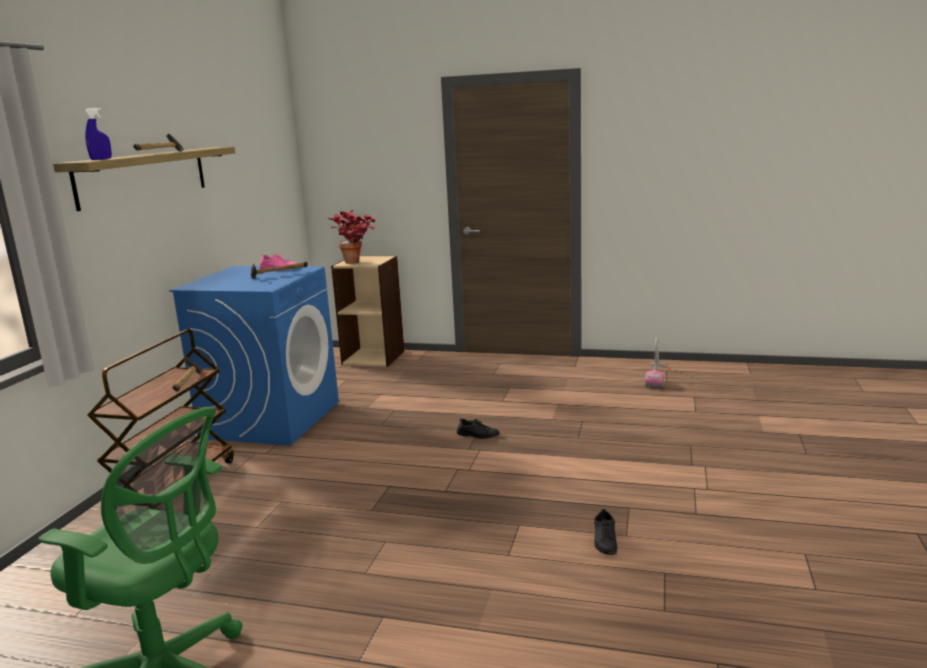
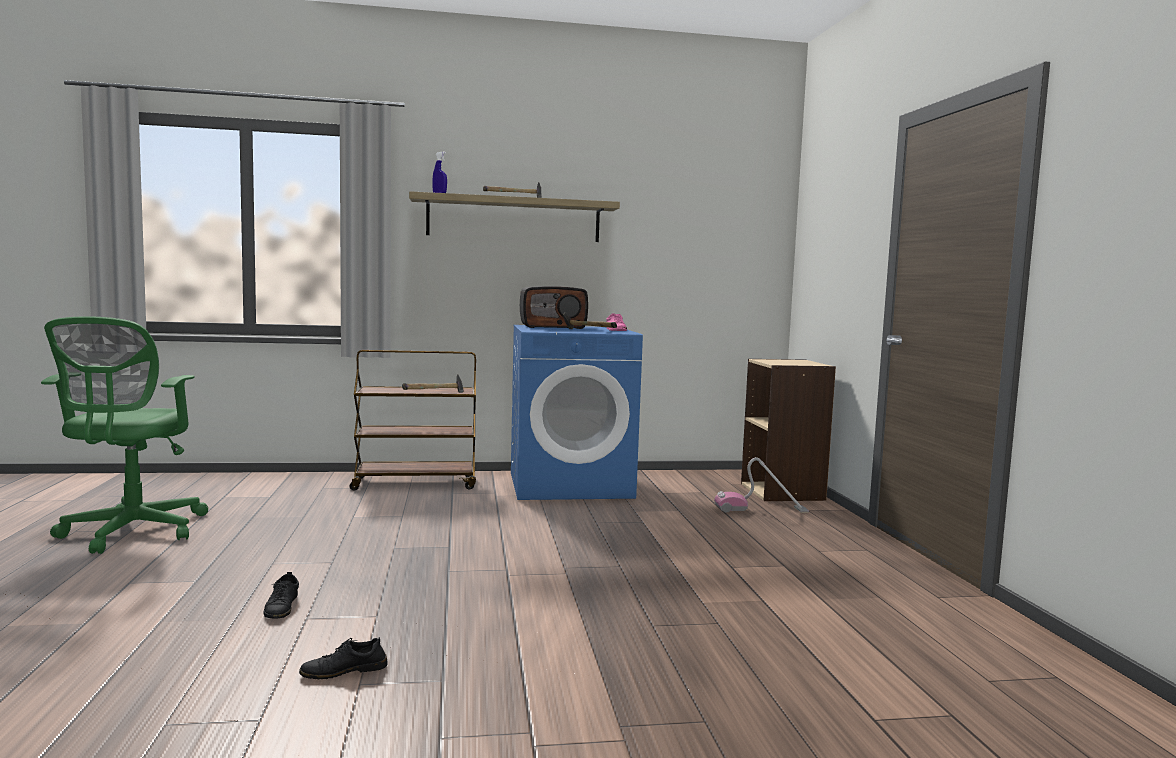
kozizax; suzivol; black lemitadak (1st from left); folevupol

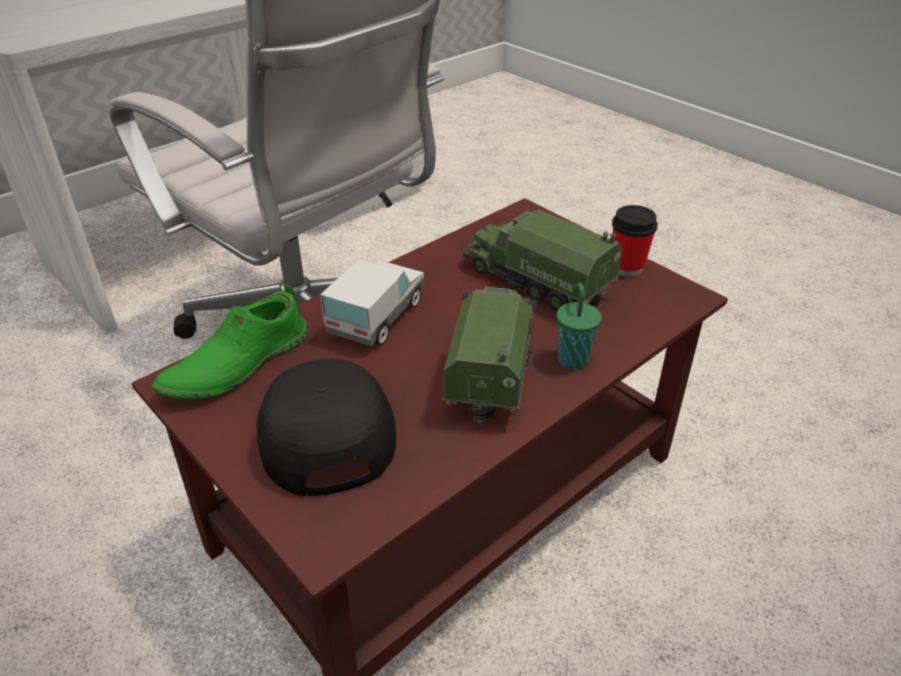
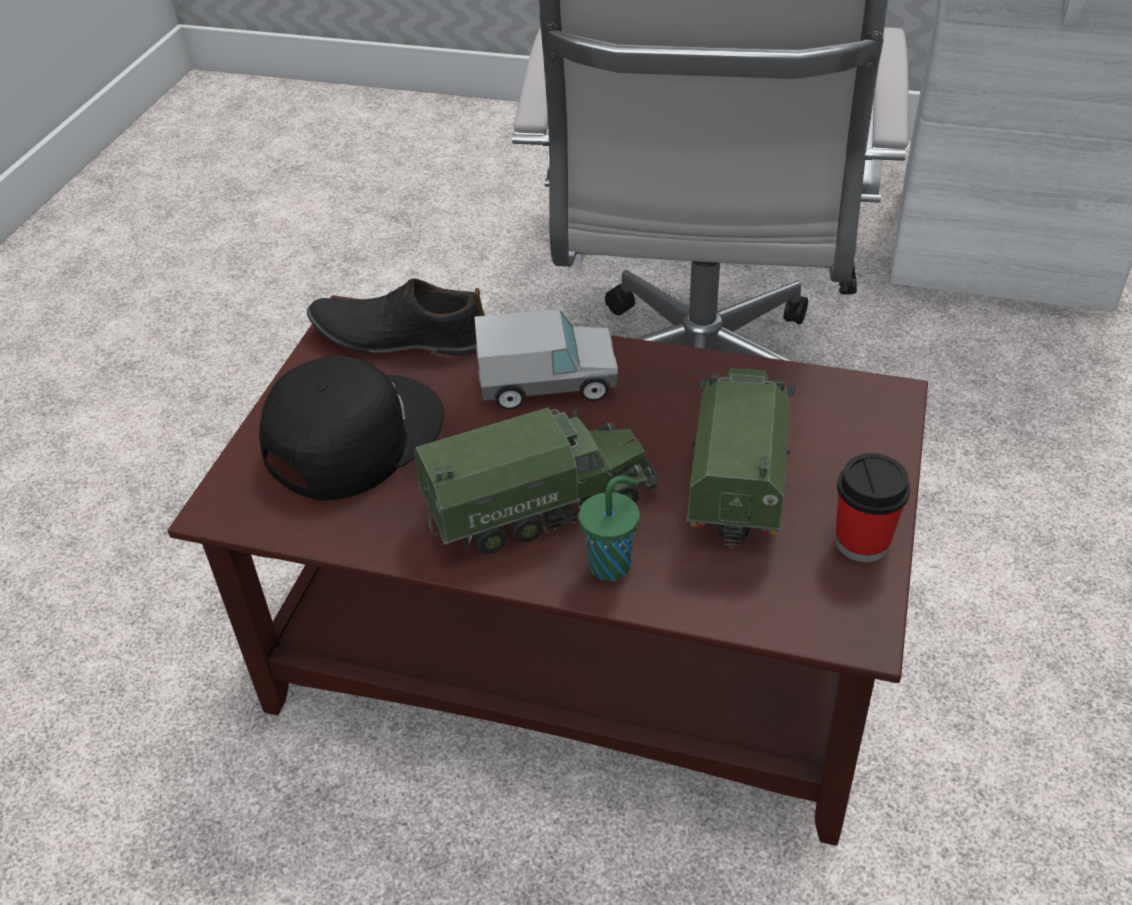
black lemitadak

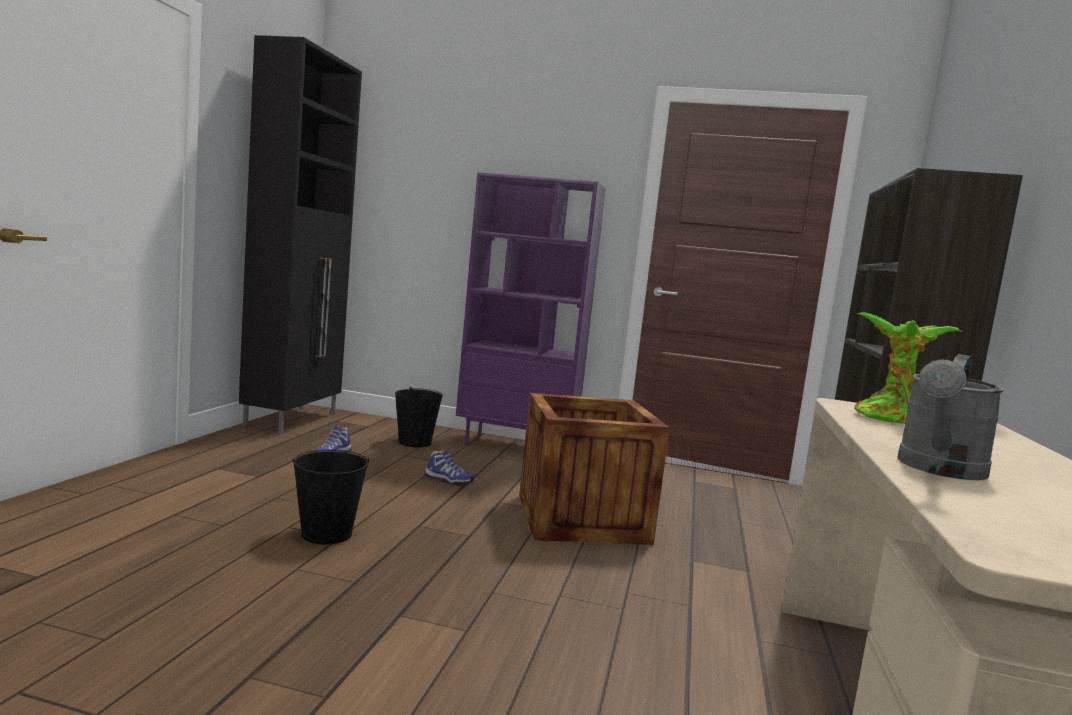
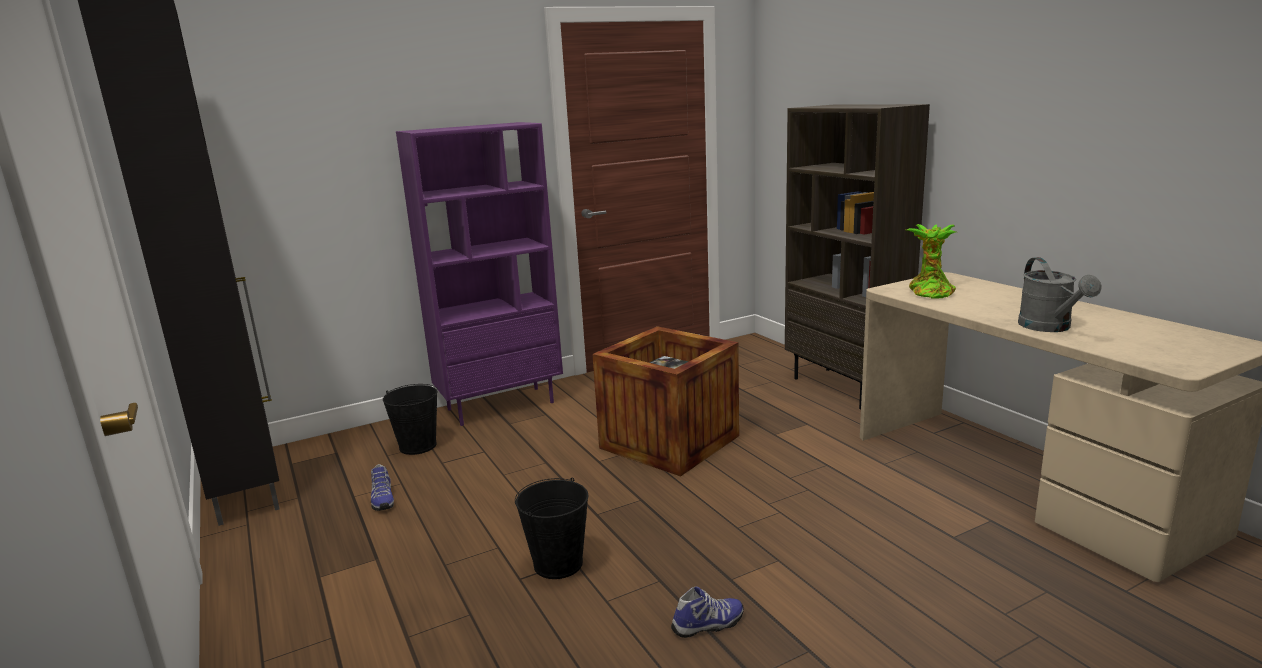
lemitadak (2nd from left)

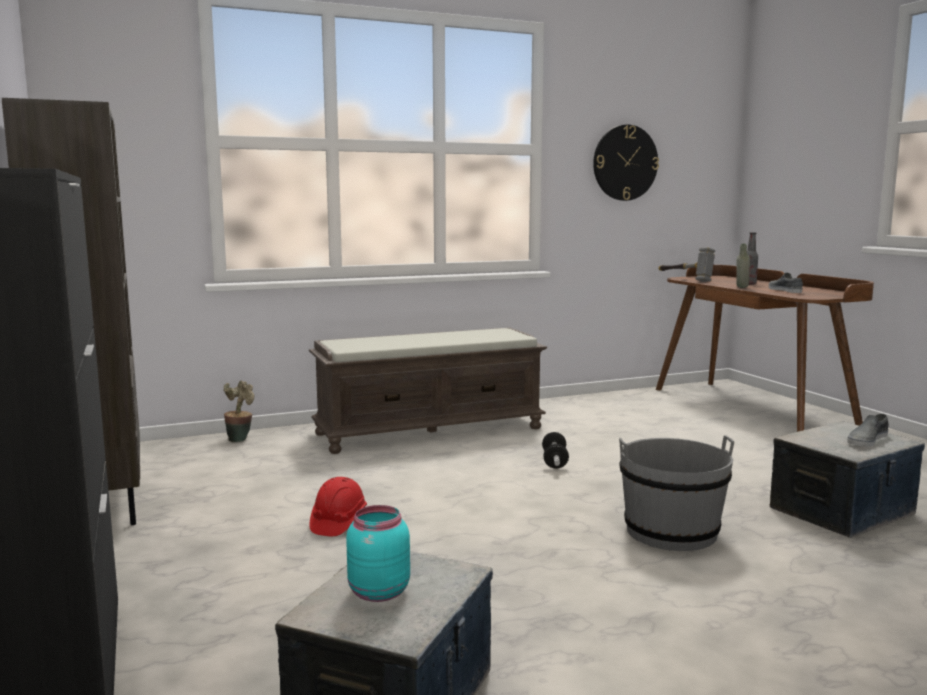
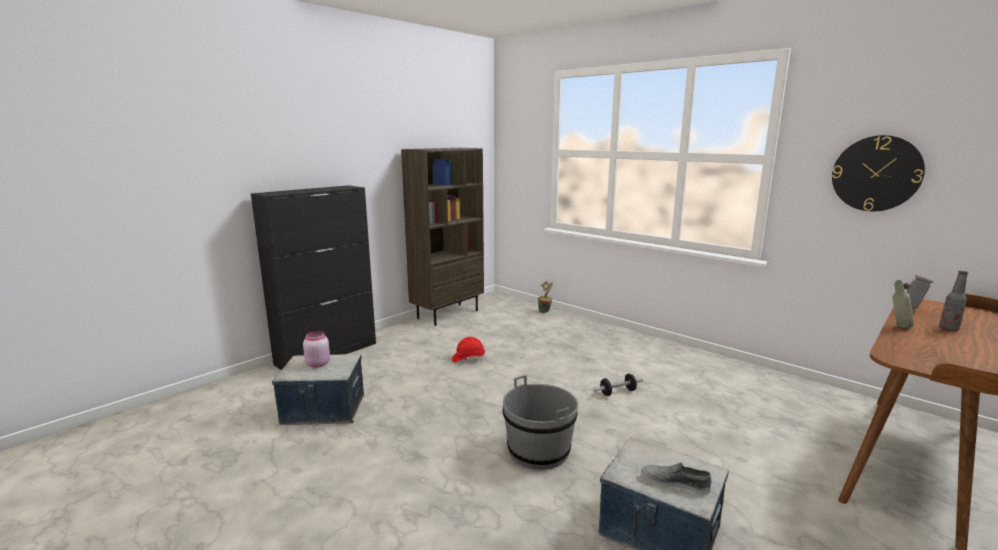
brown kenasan; grey lemitadak (1st from left in the first image); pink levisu

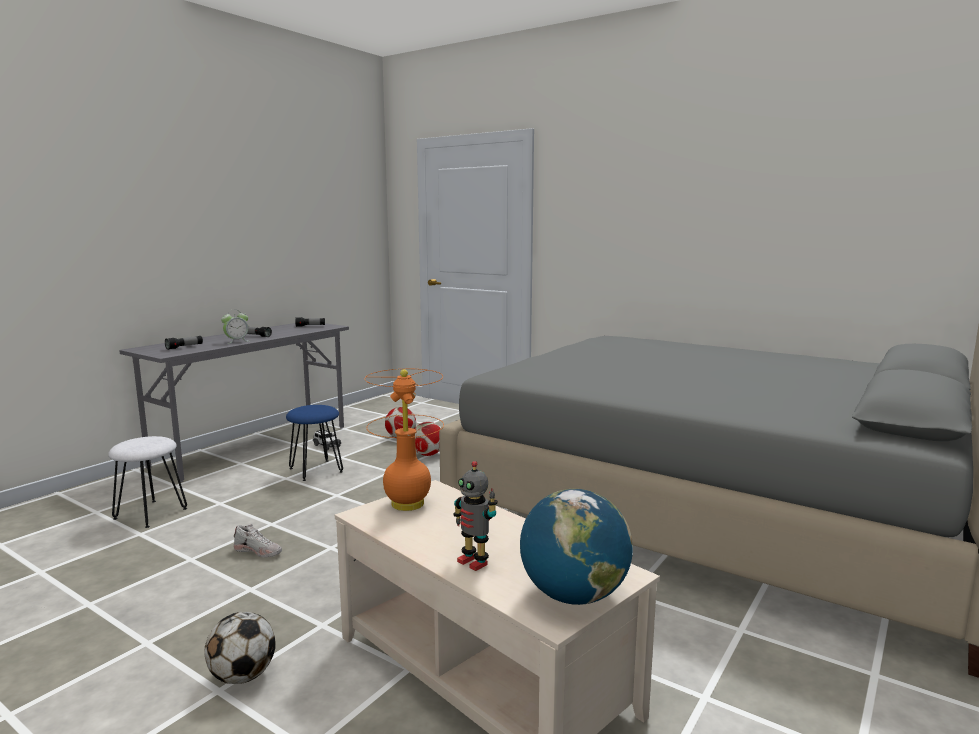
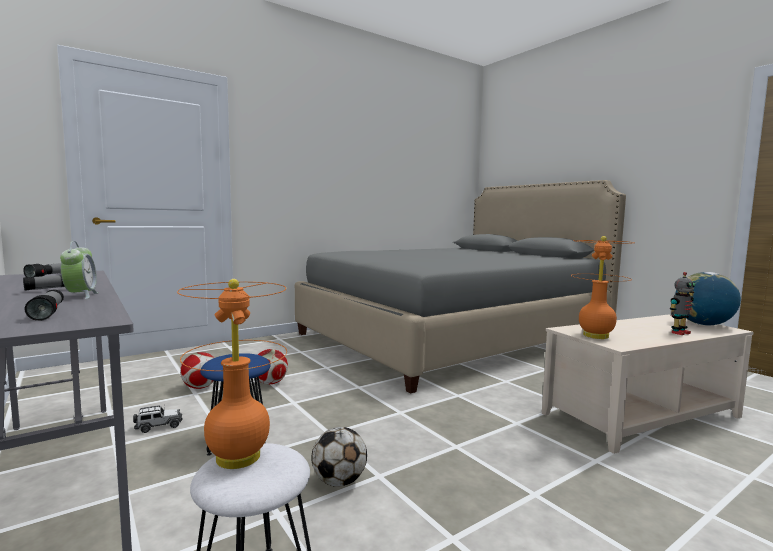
white lemitadak; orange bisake (1st from left); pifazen (3rd from left)

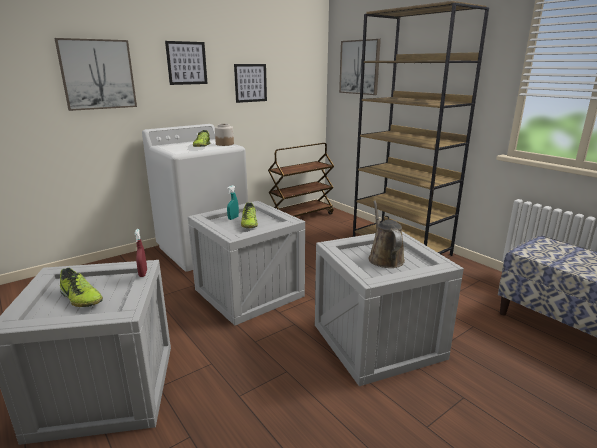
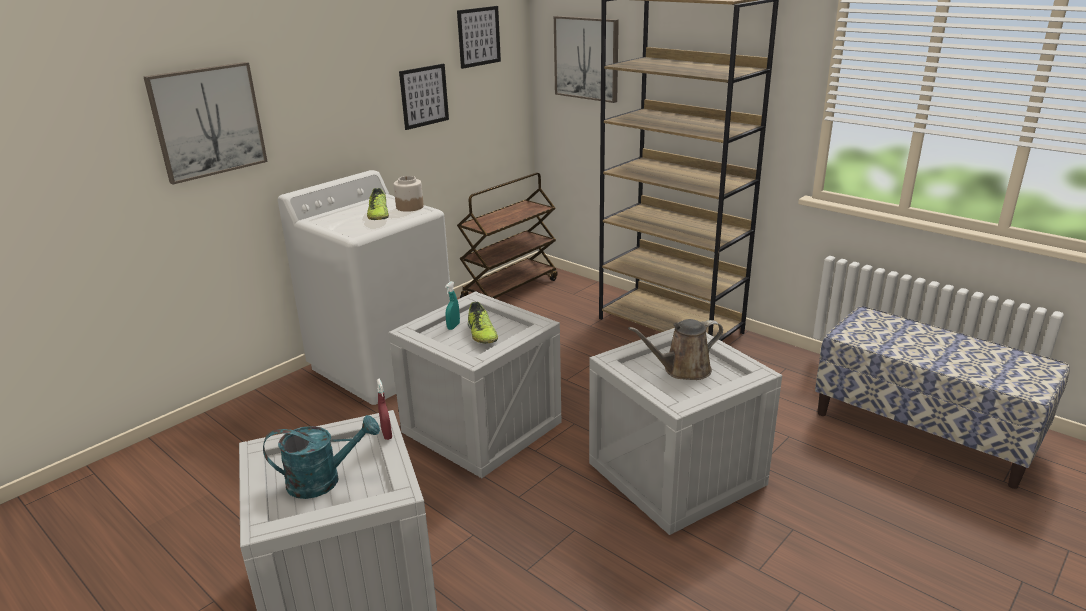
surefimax (3rd from left); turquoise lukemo; brown lukemo

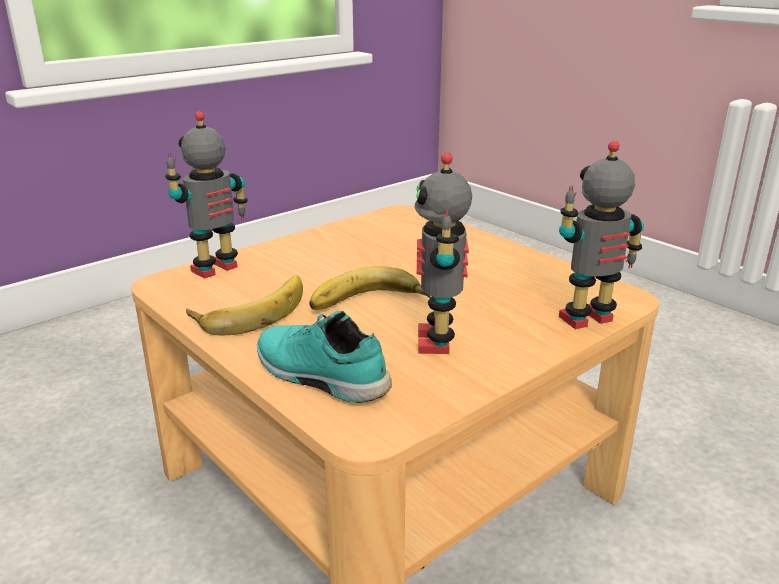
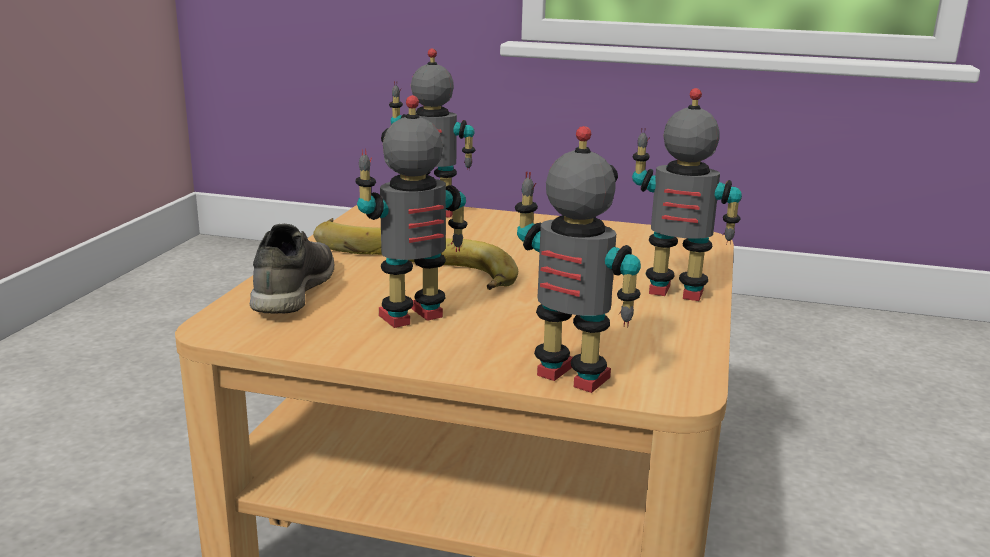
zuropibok (4th from left); grey lemitadak

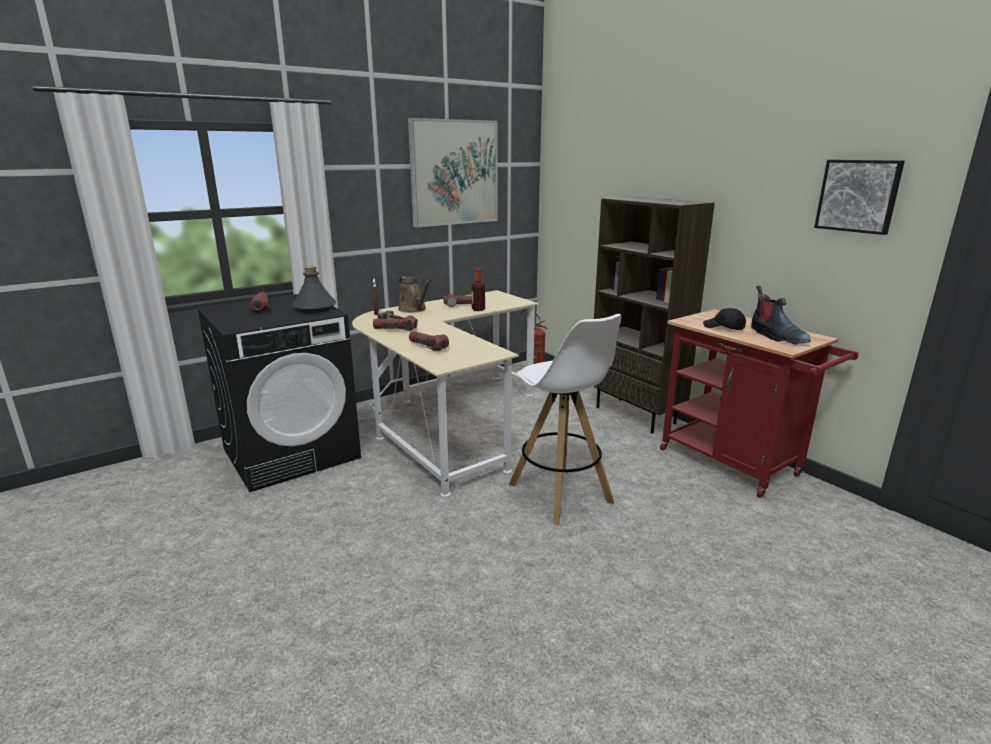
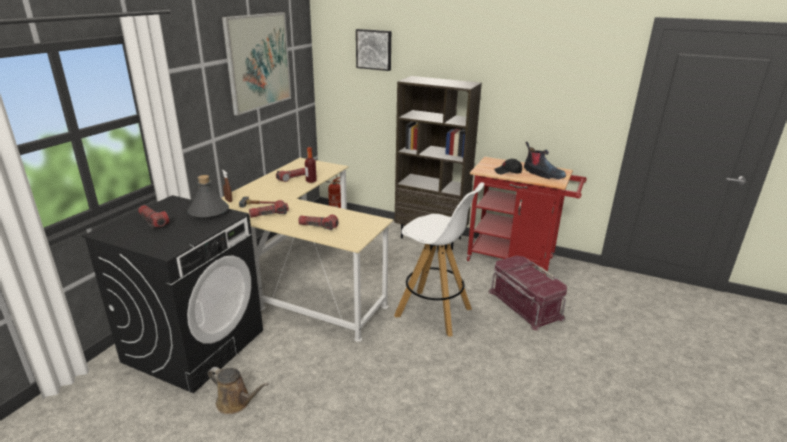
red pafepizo; brown lukemo; surefimax (2nd from left)

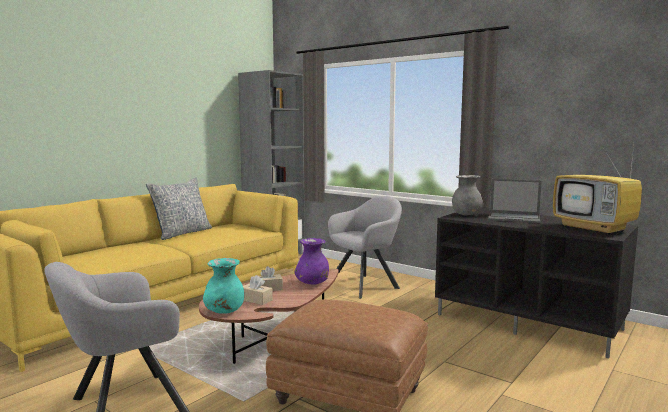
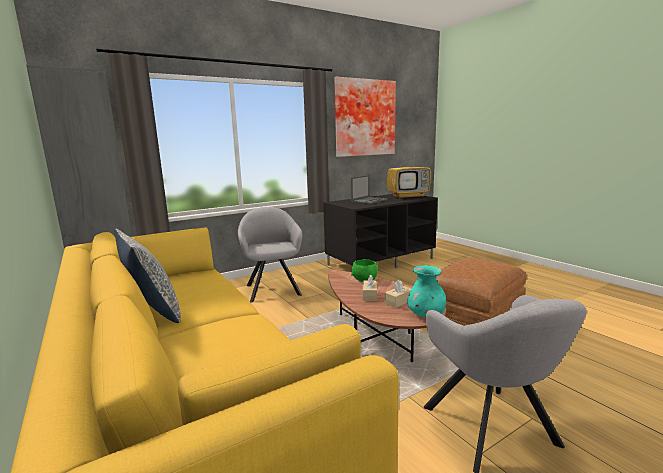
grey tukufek; surefimax; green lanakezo

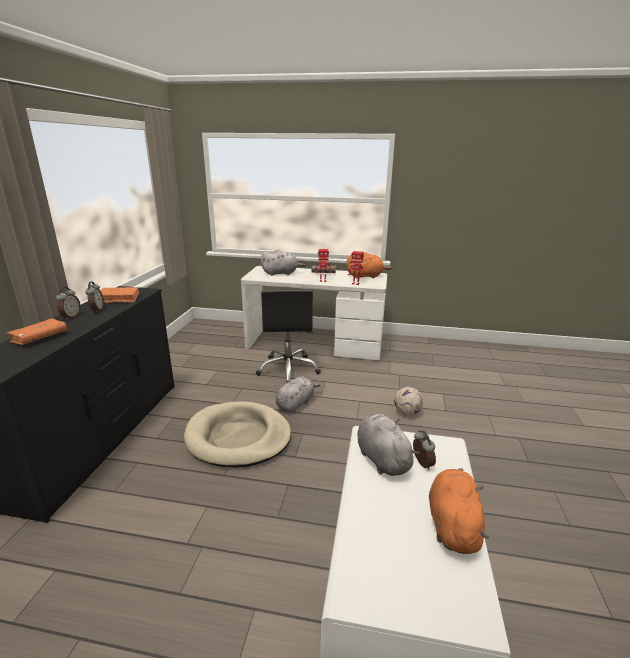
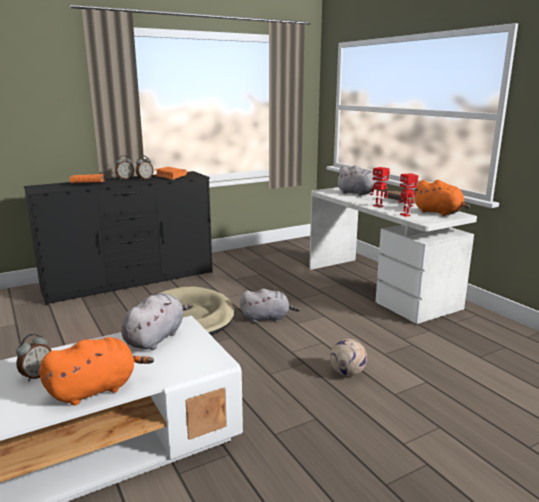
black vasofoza; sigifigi (1st from left)

